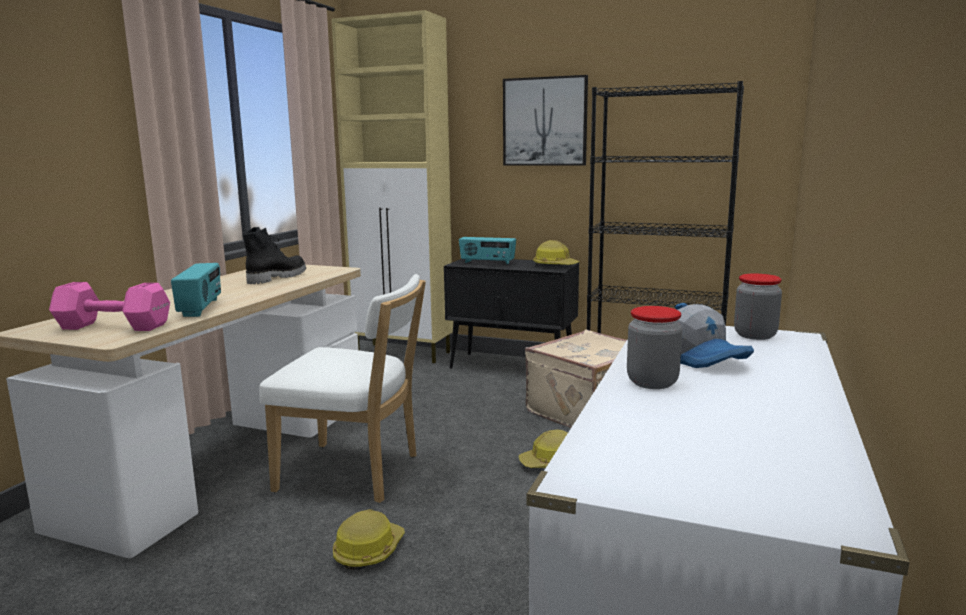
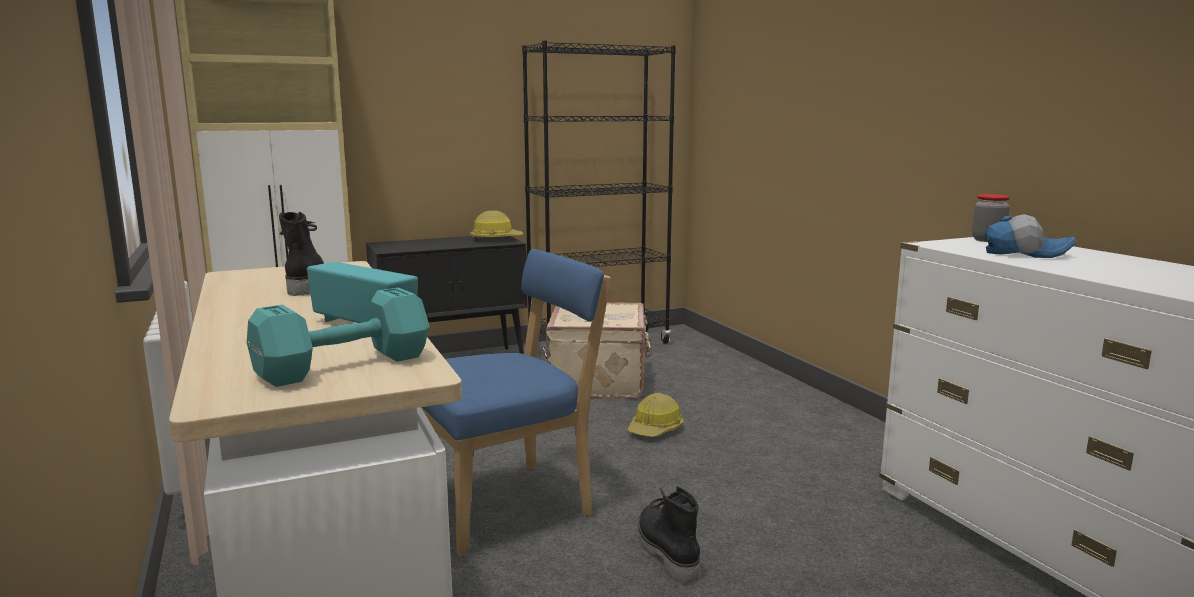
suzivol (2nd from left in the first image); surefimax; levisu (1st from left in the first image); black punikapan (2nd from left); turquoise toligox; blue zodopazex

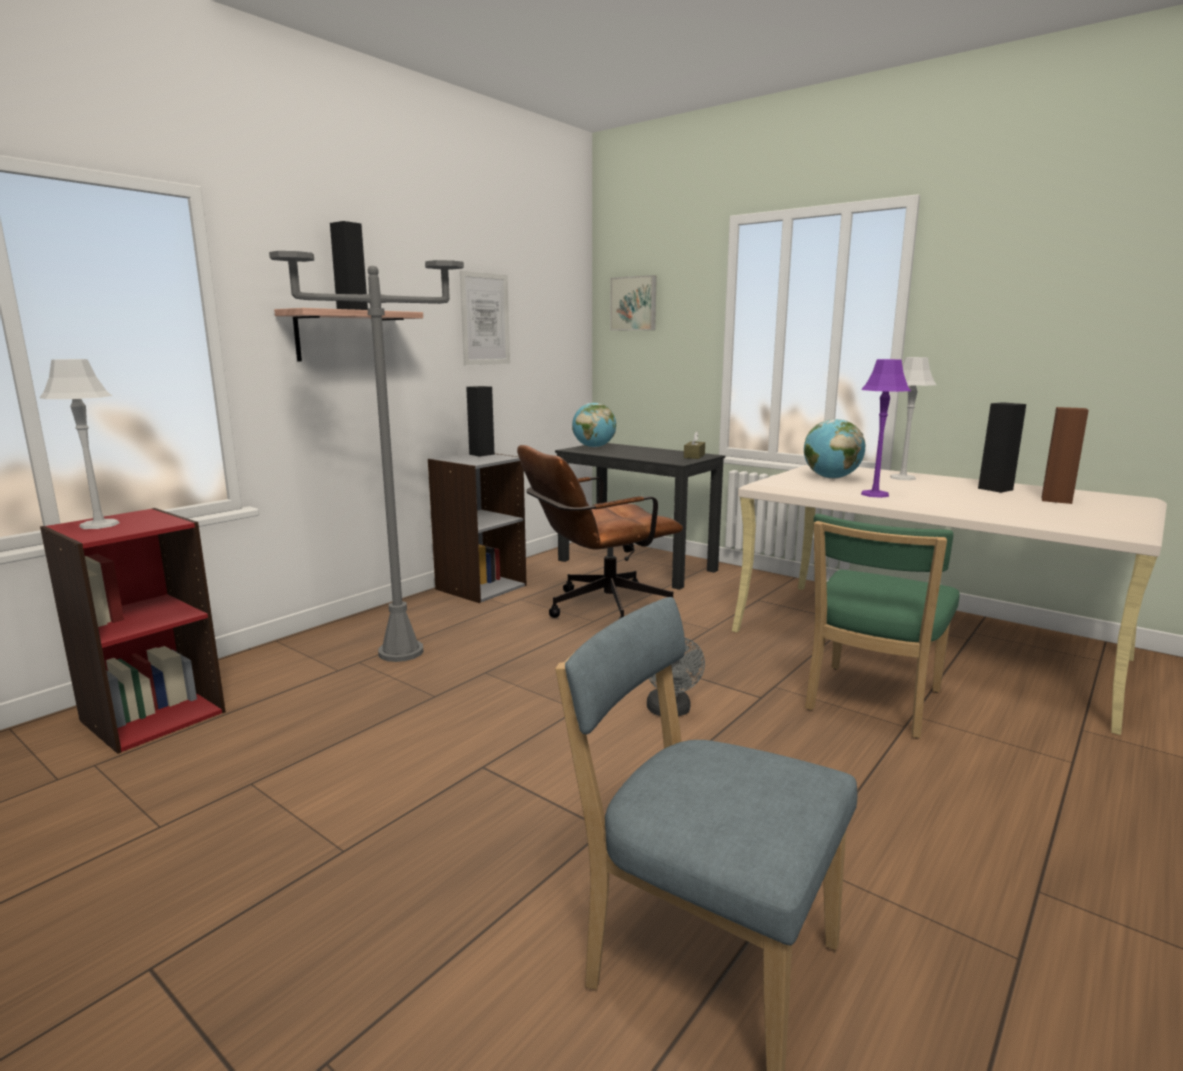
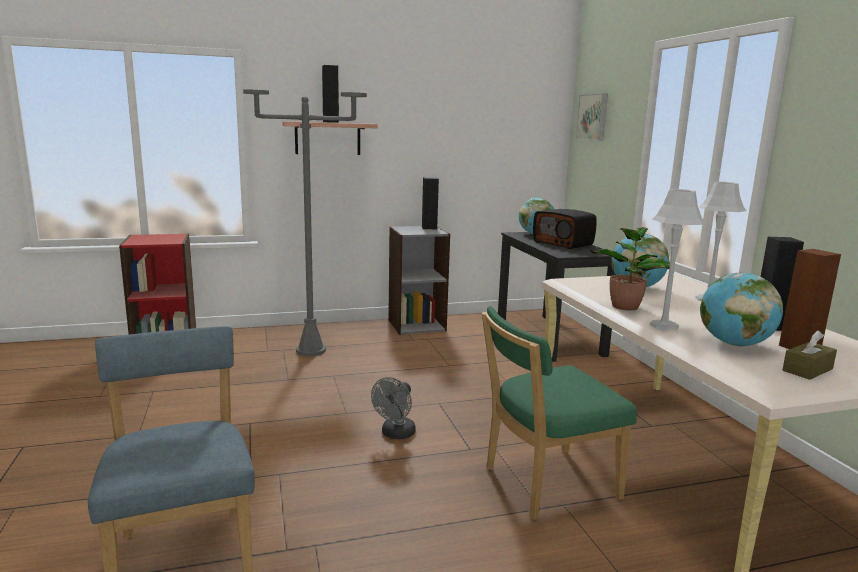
surefimax (1st from left in the first image); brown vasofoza; suzivol; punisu (3rd from left); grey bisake (1st from left); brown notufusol; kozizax

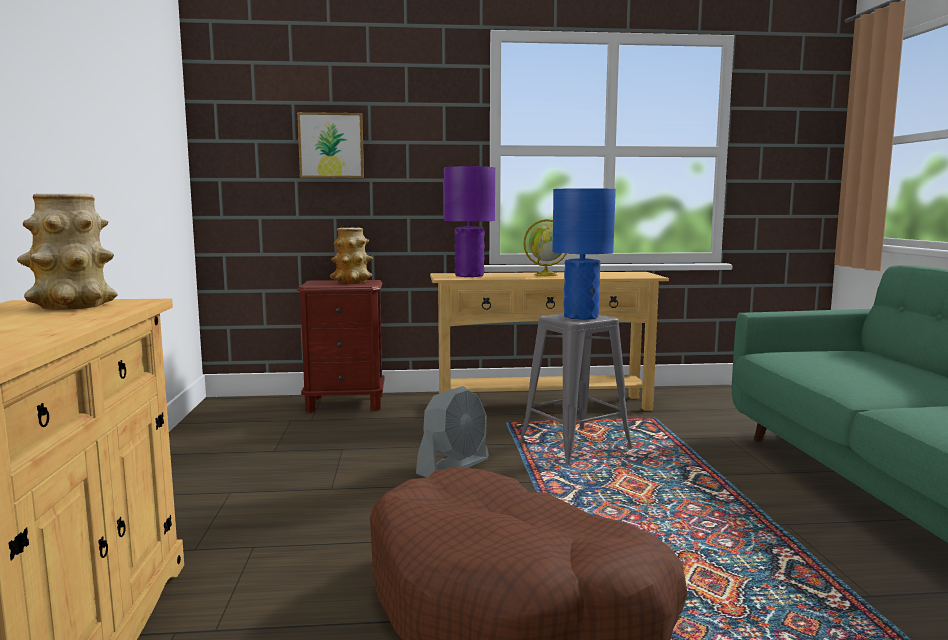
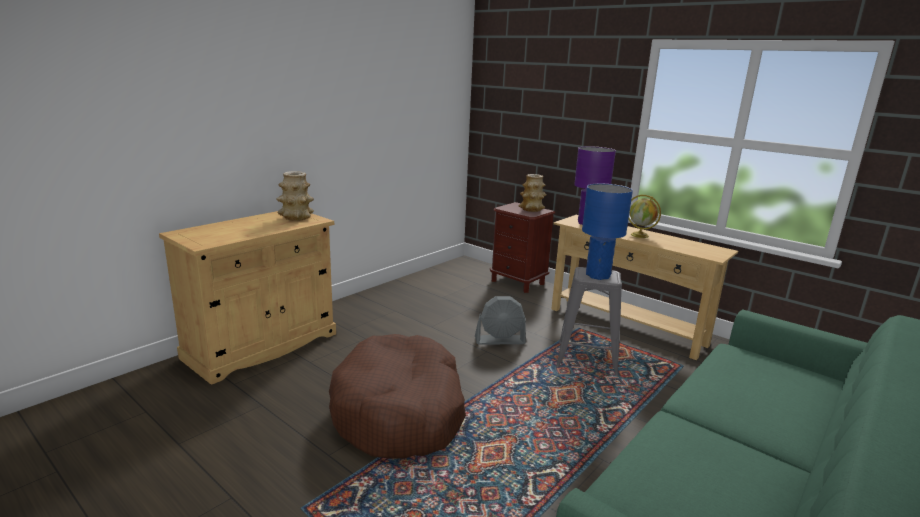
surefimax

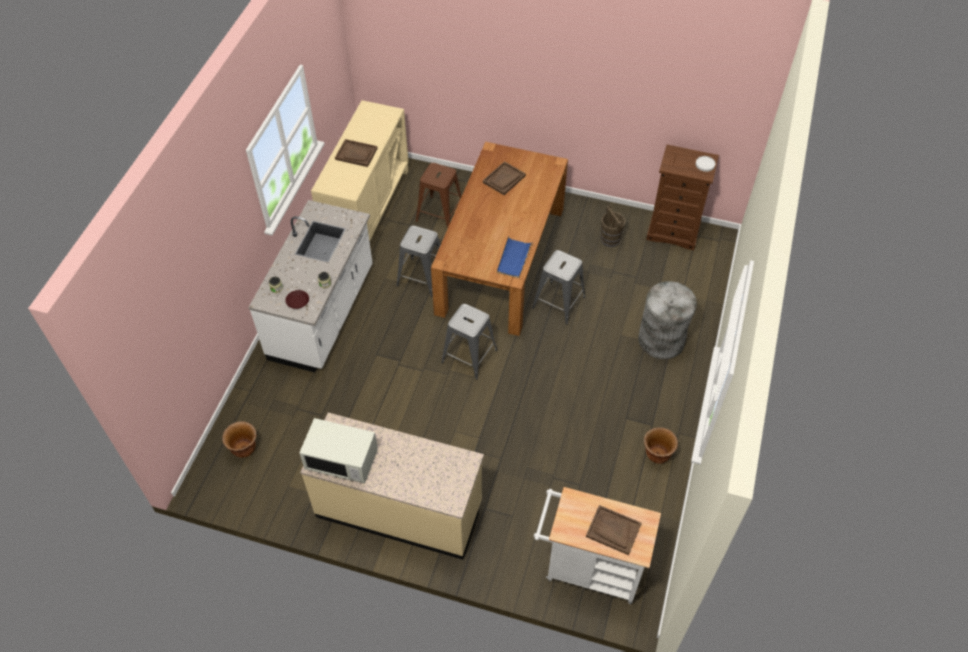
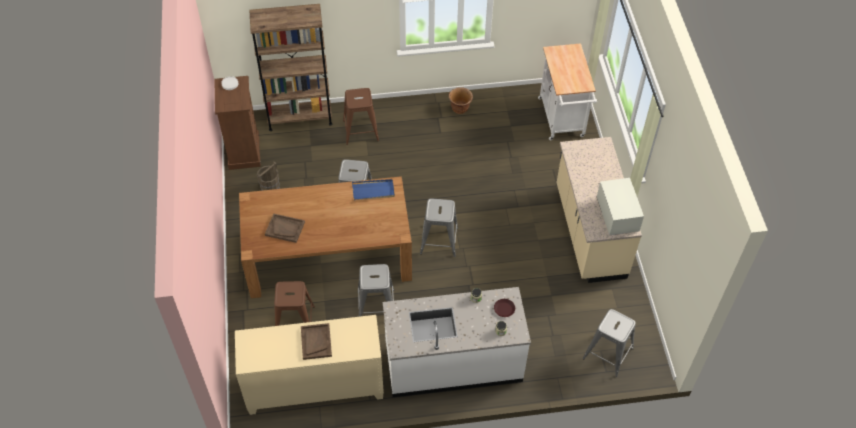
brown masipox (3rd from left in the first image); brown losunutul; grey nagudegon (4th from left); brown nagudegon (2nd from left)

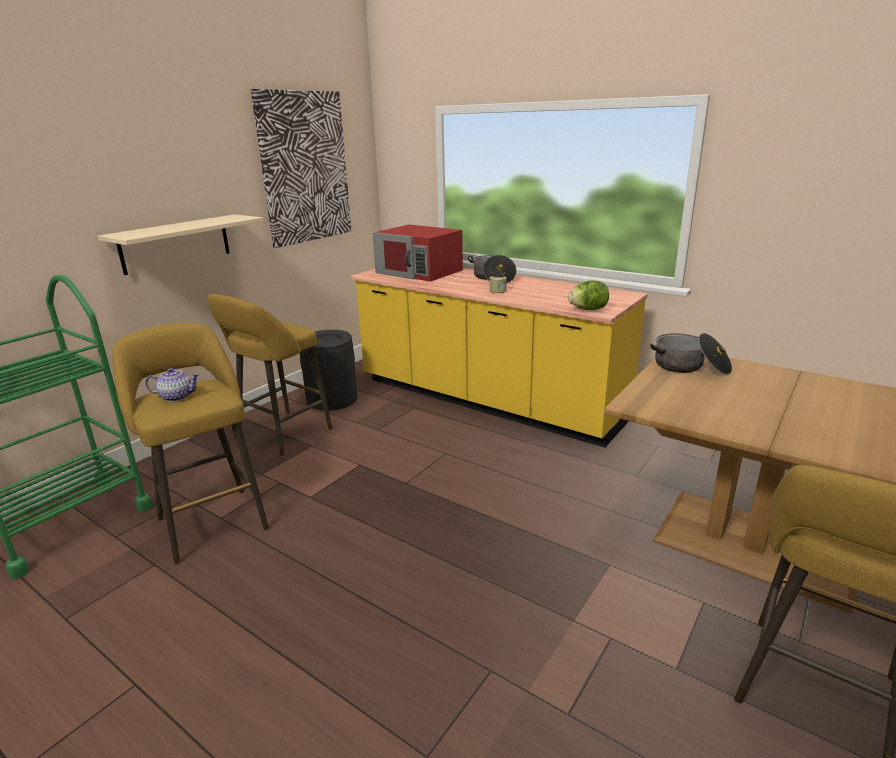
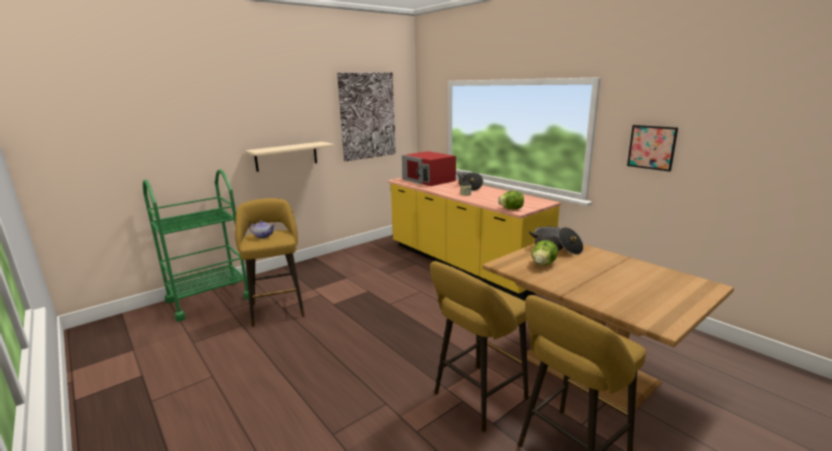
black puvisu; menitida (2nd from left); surefimax (2nd from left); yellow nagudegon (2nd from left)

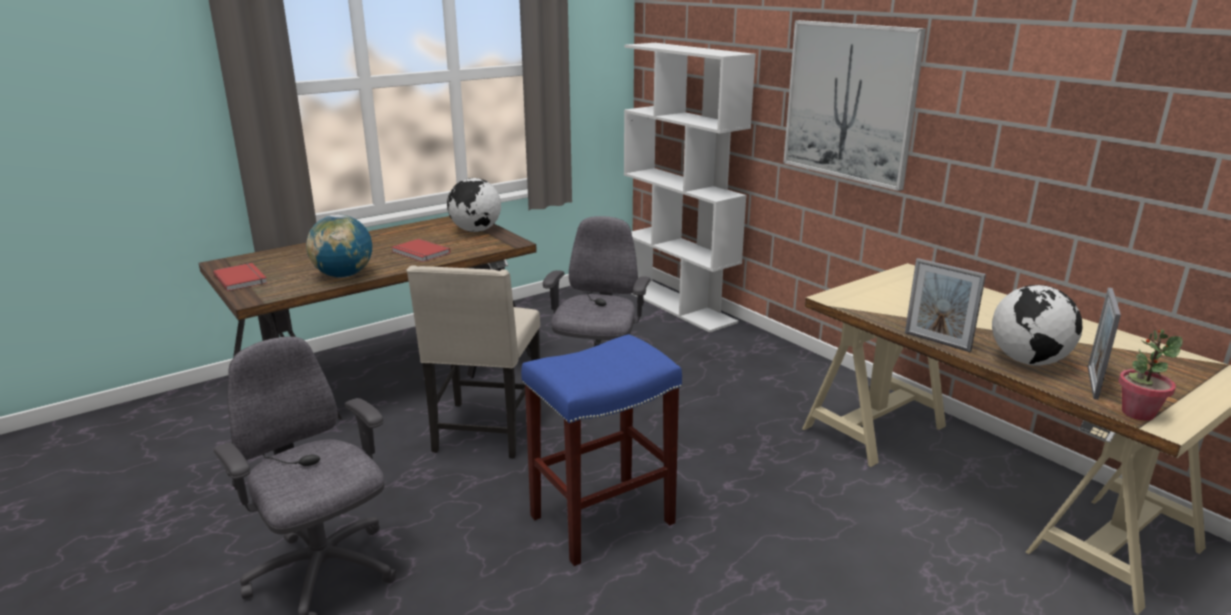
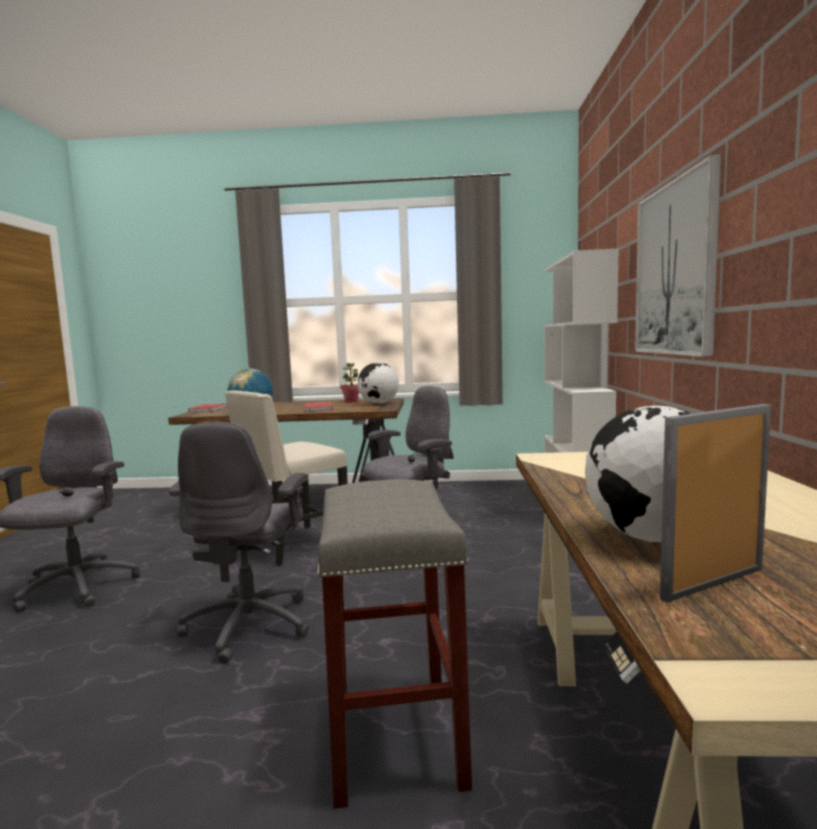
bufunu (1st from left in the first image); grey nagudegon; kozizax; grey vasofoza (2nd from left)

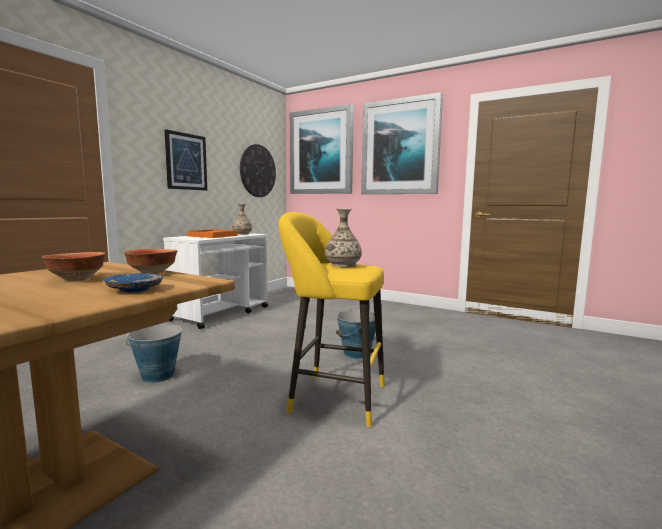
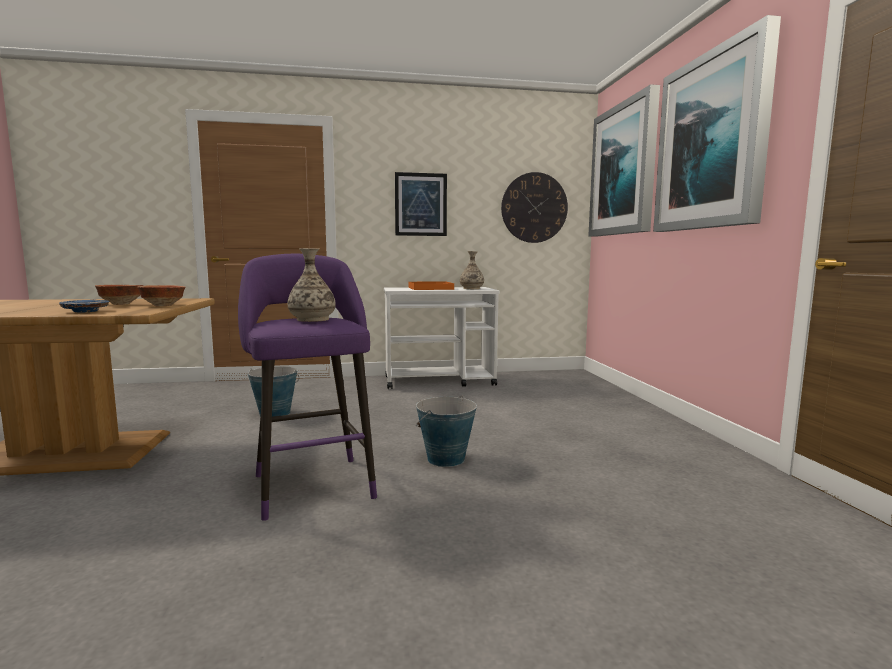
purple nagudegon

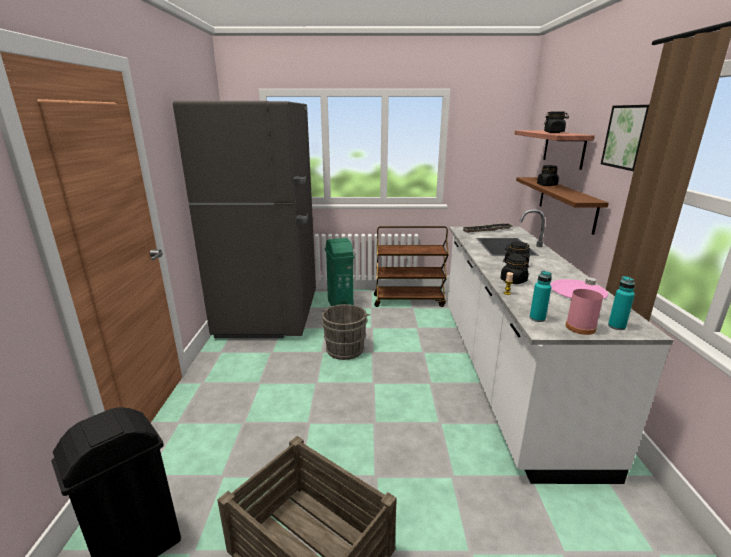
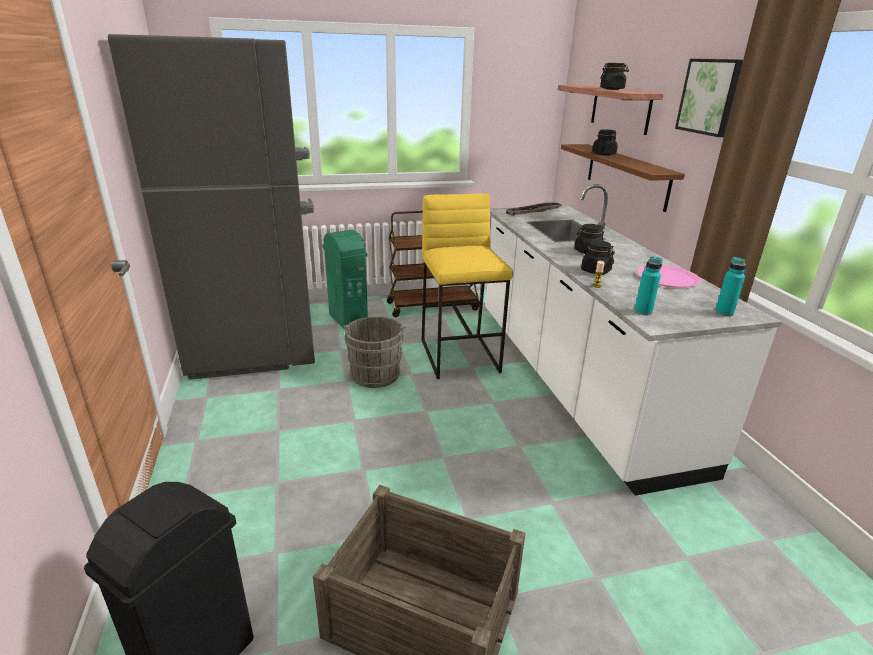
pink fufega; yellow nagudegon

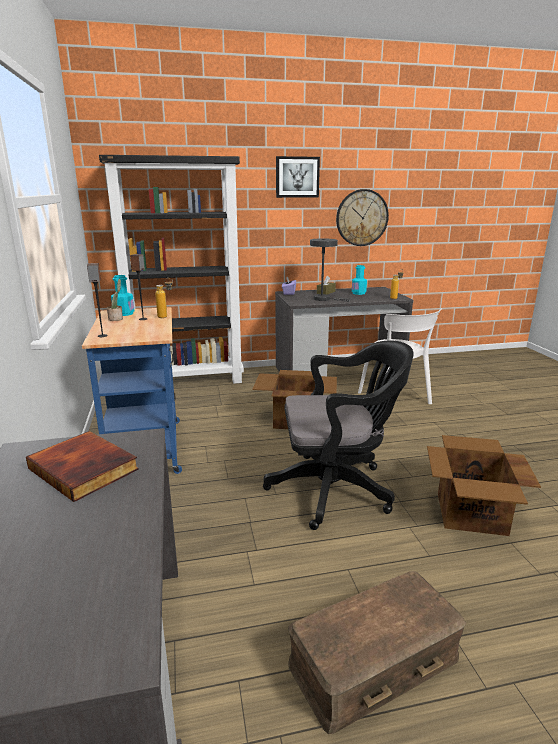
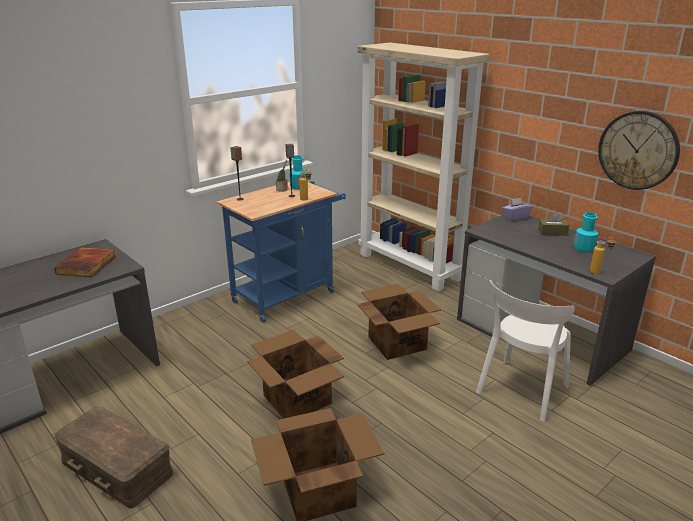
surefimax; grey bisake; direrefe (1st from left); beige losunutul

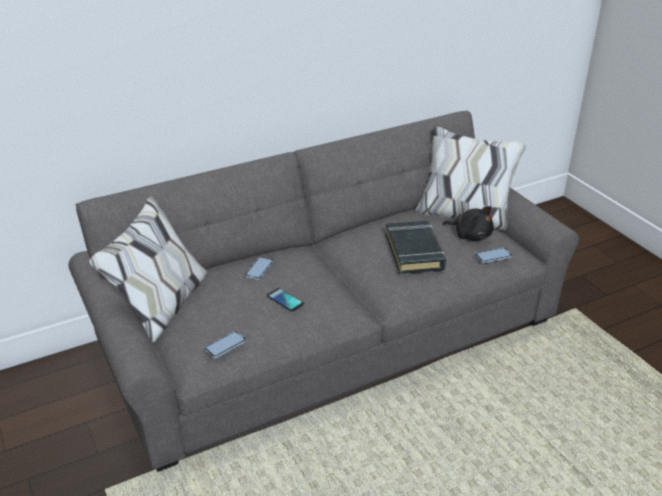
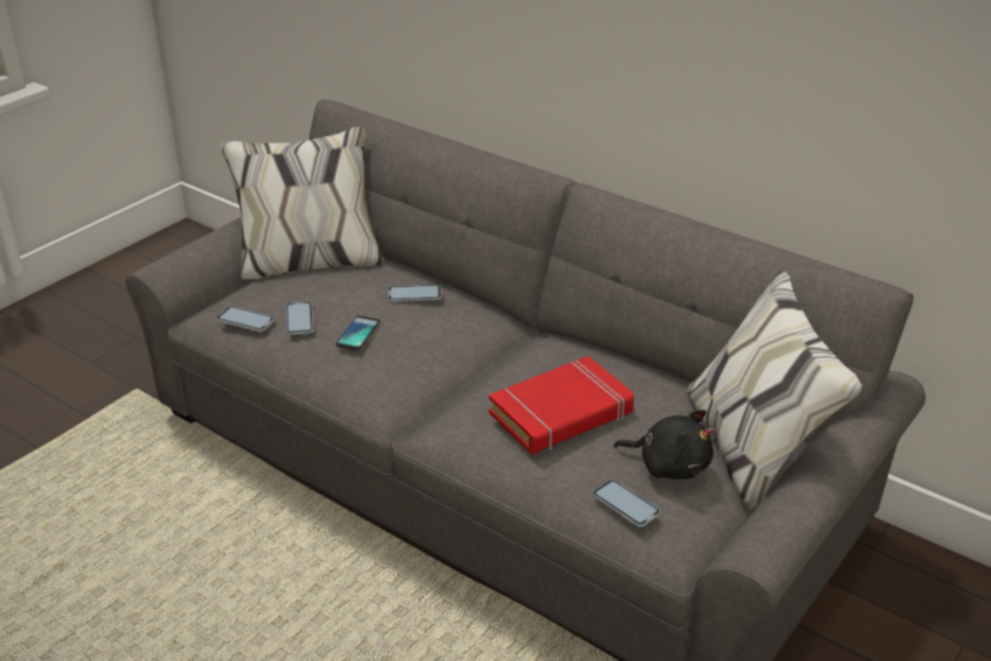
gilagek (2nd from left); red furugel; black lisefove

